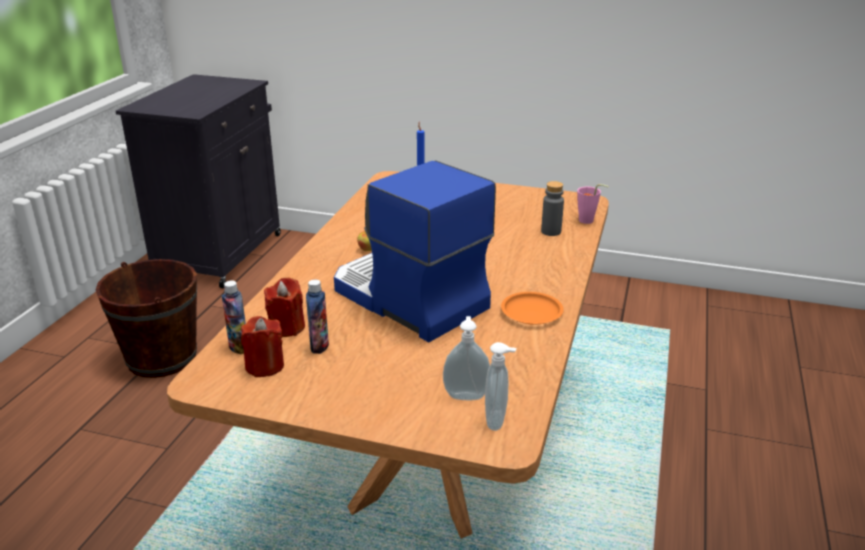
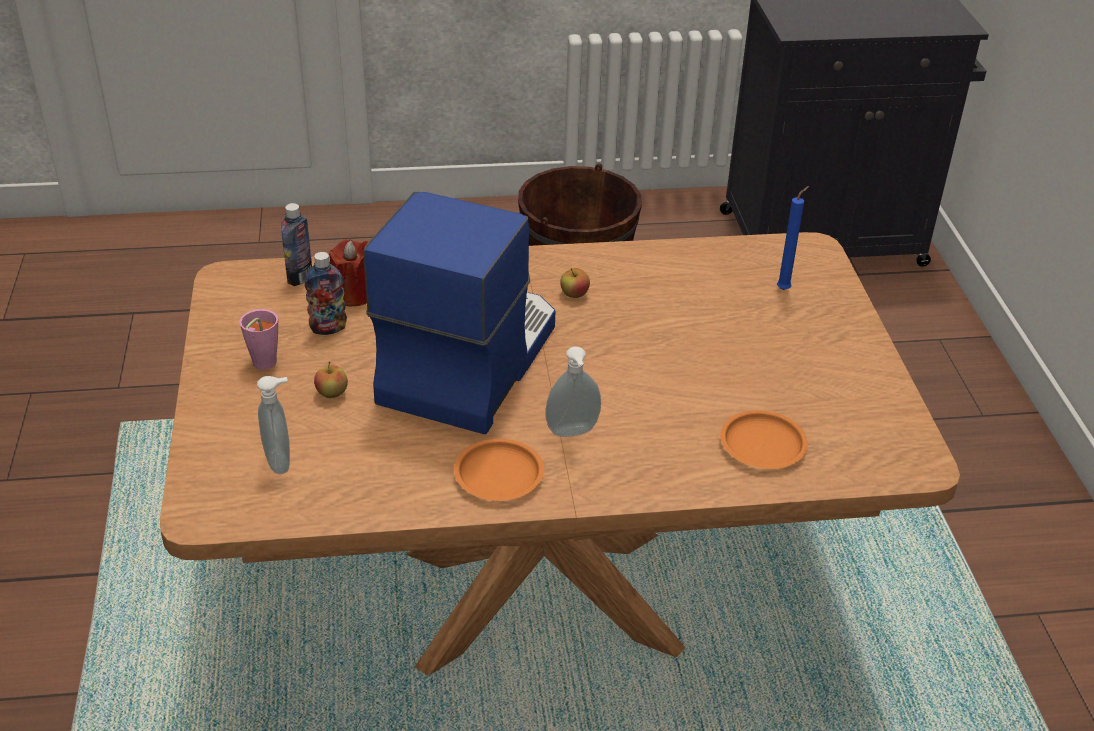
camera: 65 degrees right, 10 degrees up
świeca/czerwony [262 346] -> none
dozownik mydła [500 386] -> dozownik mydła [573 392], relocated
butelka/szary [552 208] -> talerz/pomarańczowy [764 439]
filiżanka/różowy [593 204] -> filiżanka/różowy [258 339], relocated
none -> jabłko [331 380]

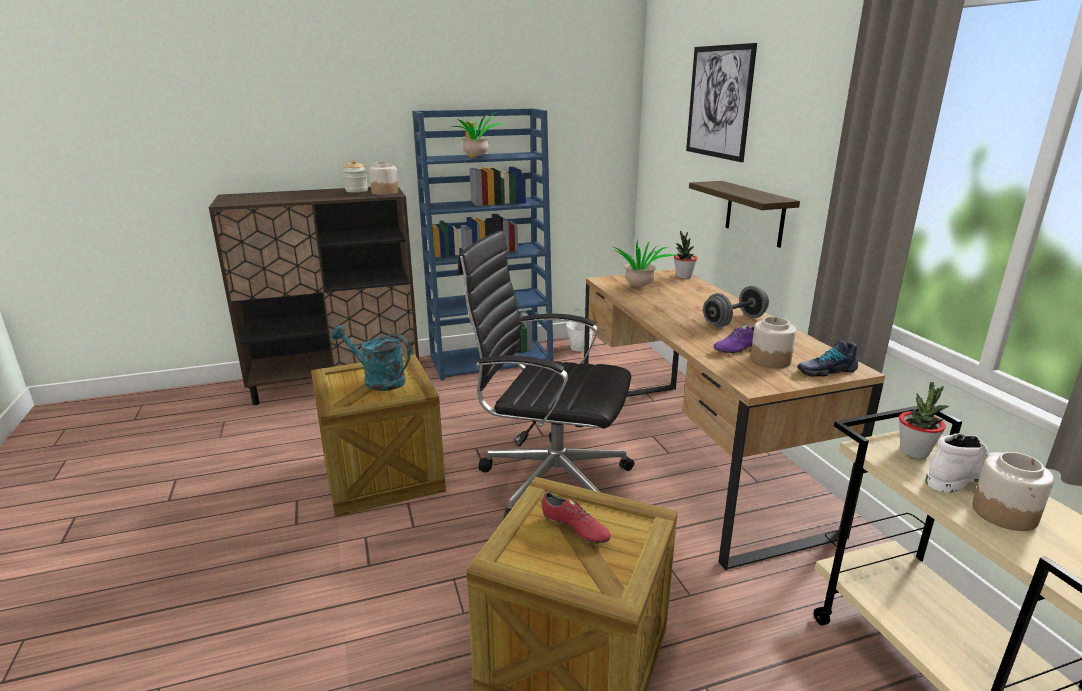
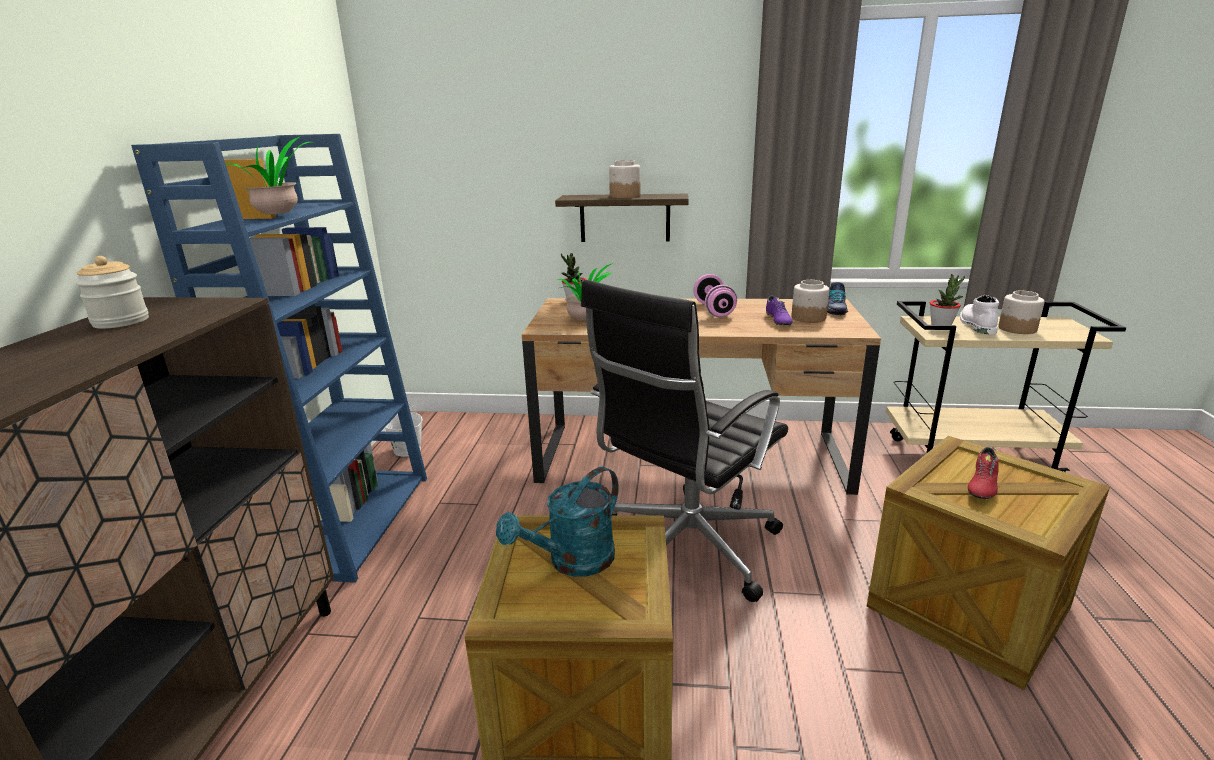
camera: 65 degrees left, 0 degrees up
słoik [384 178] -> słoik [625 179], relocated
but/czerwony [576 518] -> but/czerwony [983 473], 150 degrees clockwise
obraz [721 102] -> none
hantel/szary [736 306] -> hantel/różowy [715 295]

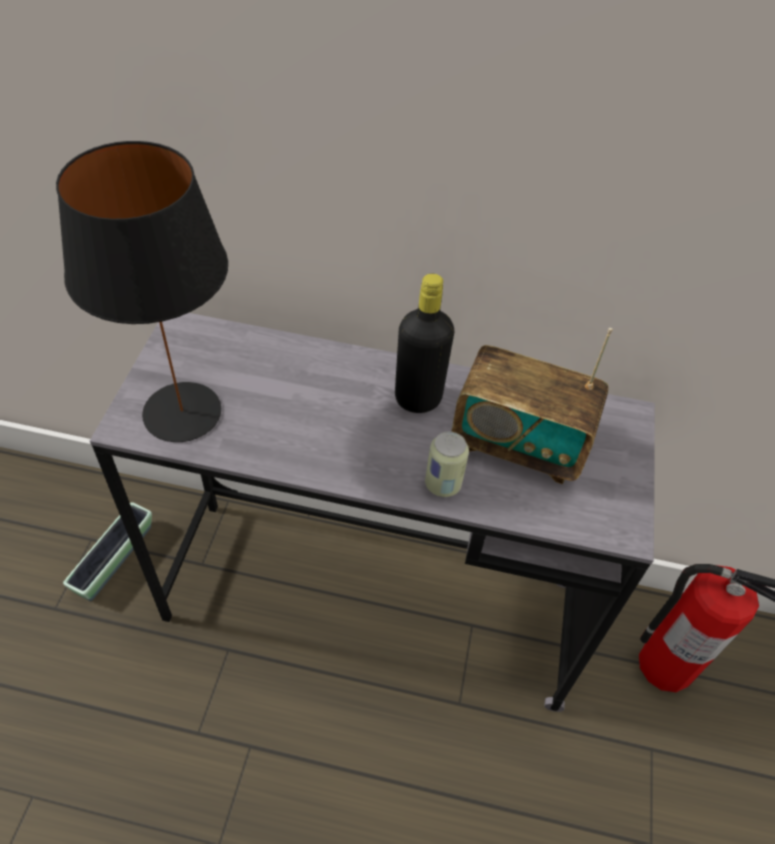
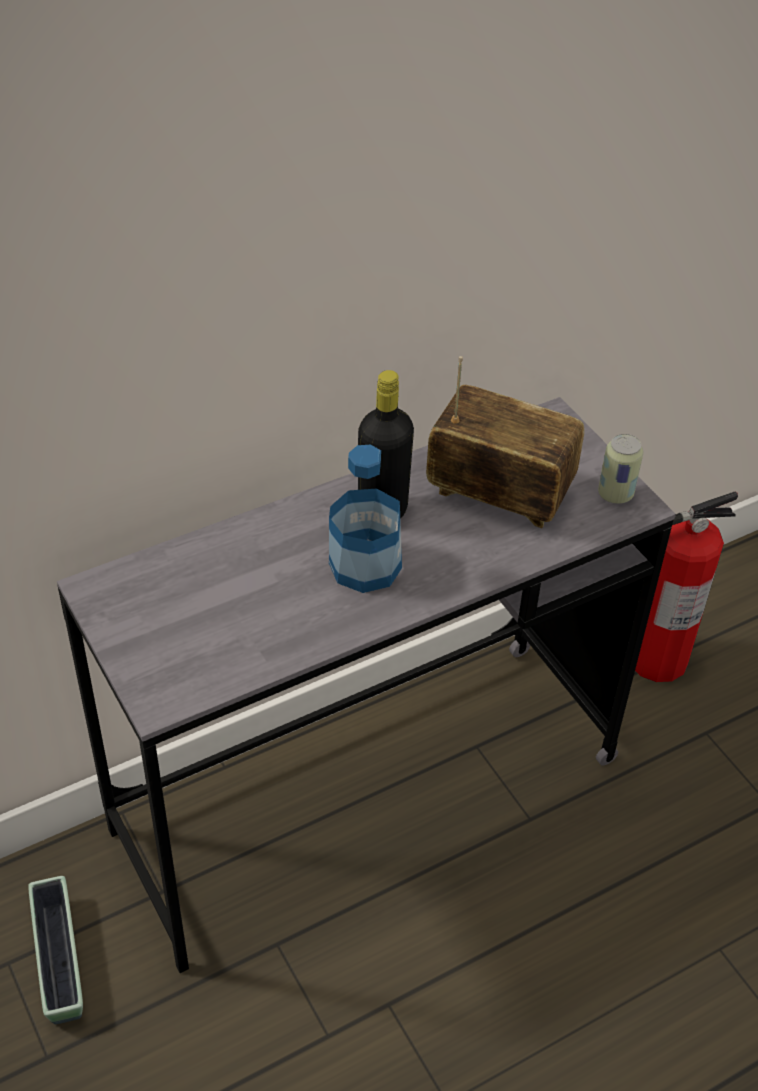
camera: 40 degrees left, 5 degrees down
lampa stołowa/czarny [142 291] -> none
puszka [447 464] -> puszka [620 469], relocated
radio [532 406] -> radio [505 442], 135 degrees counterclockwise
none -> butelka [365 519]

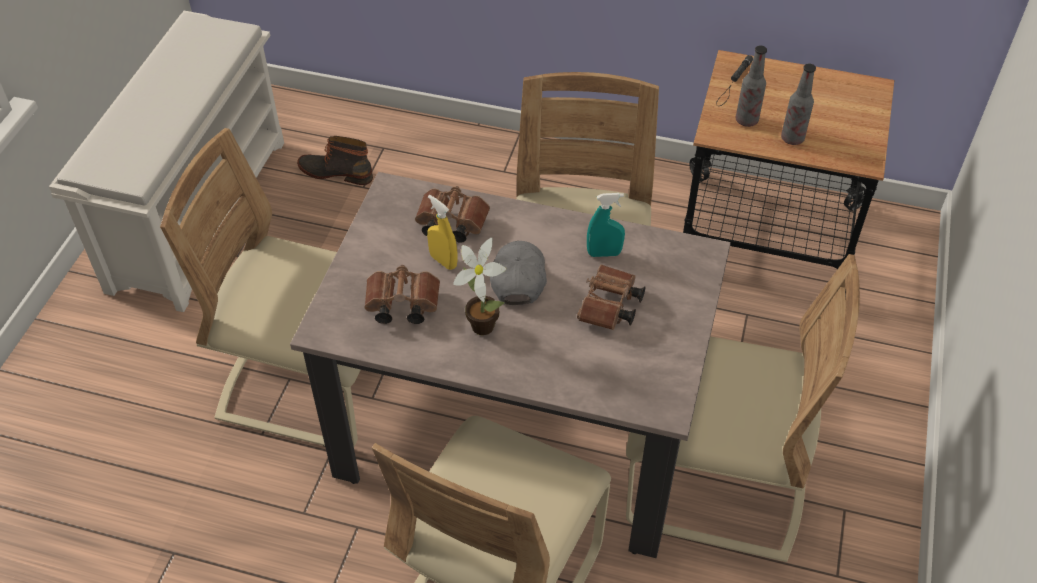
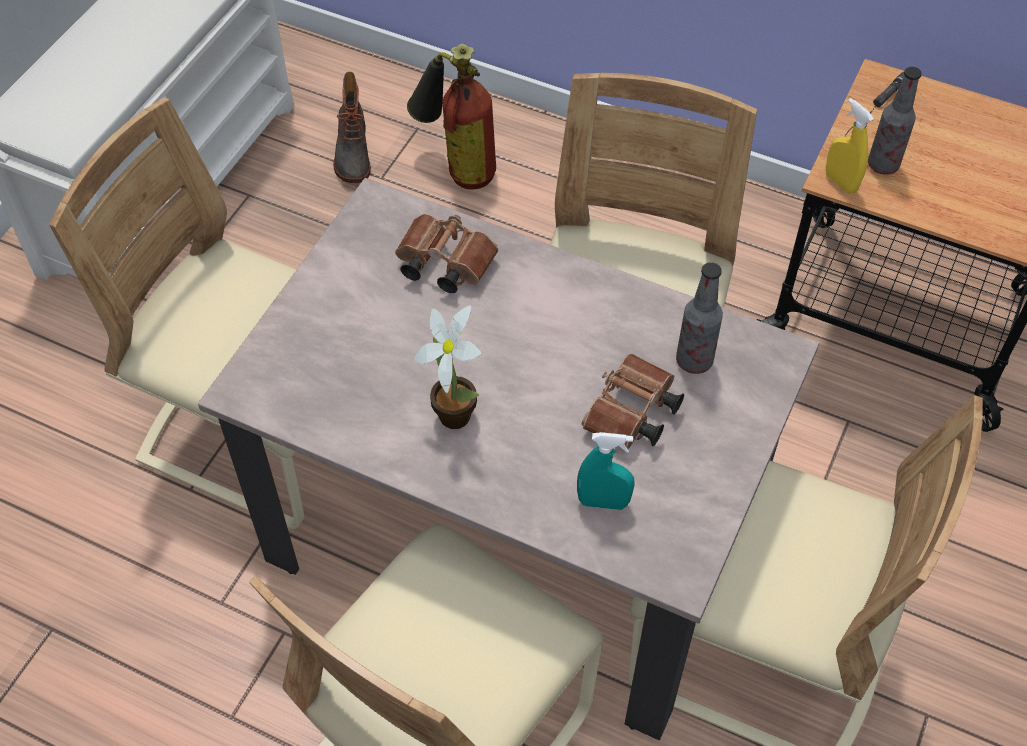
camera: 10 degrees right, 5 degrees up
but z cholewką [335 160] -> but z cholewką [352 127], 120 degrees counterclockwise
lornetka/brązowy [402 294] -> none
spryskiwacz/żółty [442 232] -> spryskiwacz/żółty [850 146], relocated
czapka z daszkiem/szary [518 273] -> none
spryskiwacz/turkusowy [606 225] -> spryskiwacz/turkusowy [606 471], relocated
butelka [798 104] -> butelka [699 318], relocated
none -> gaśnica [451 116]

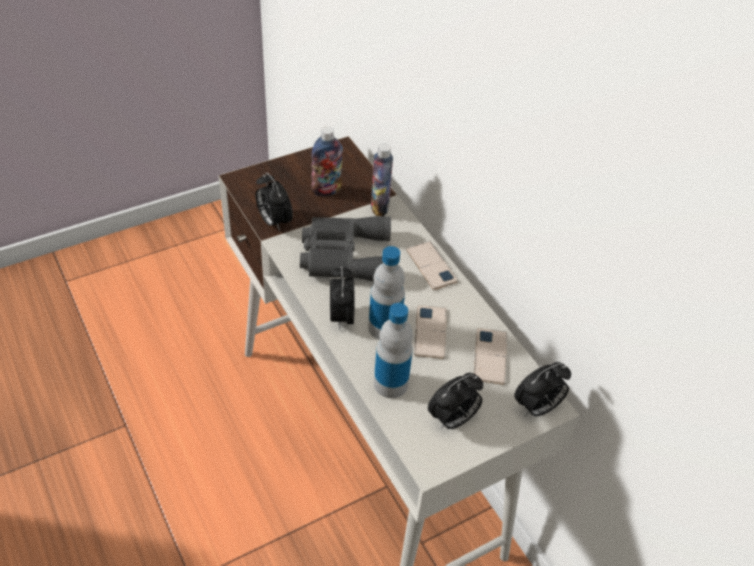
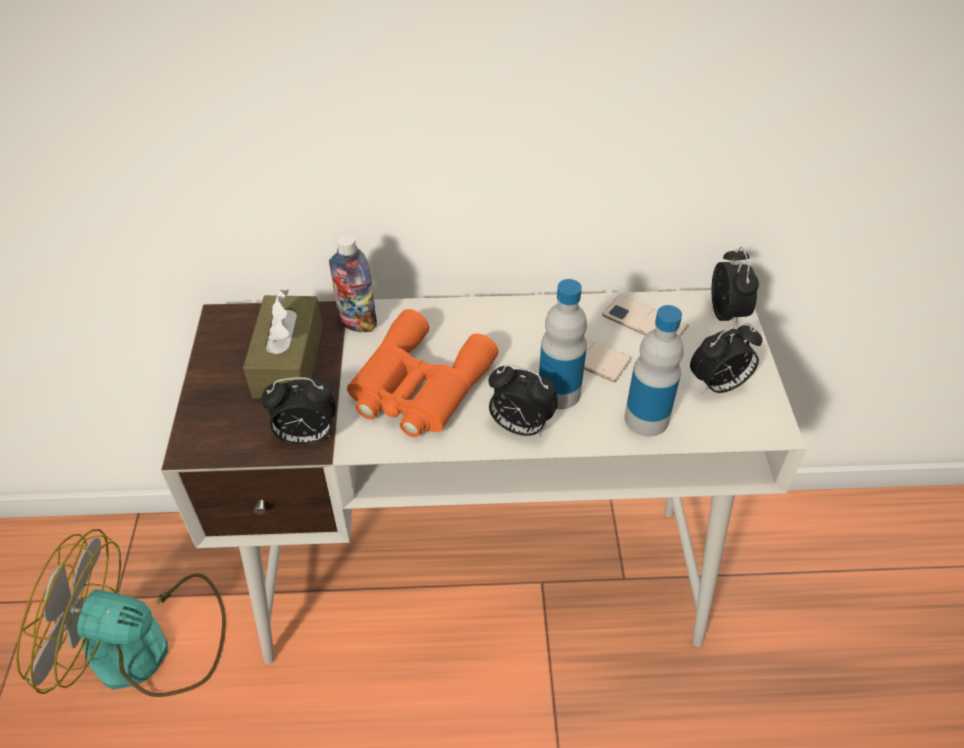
camera: 60 degrees left, 0 degrees up
lornetka/szary [345 248] -> lornetka/pomarańczowy [423 373]
butelka [327 161] -> pudełko chusteczek/brązowy [283 344]
telefon [432 265] -> none
budzik [455 401] -> budzik [726 358], 75 degrees clockwise
none -> wentylator [121 613]

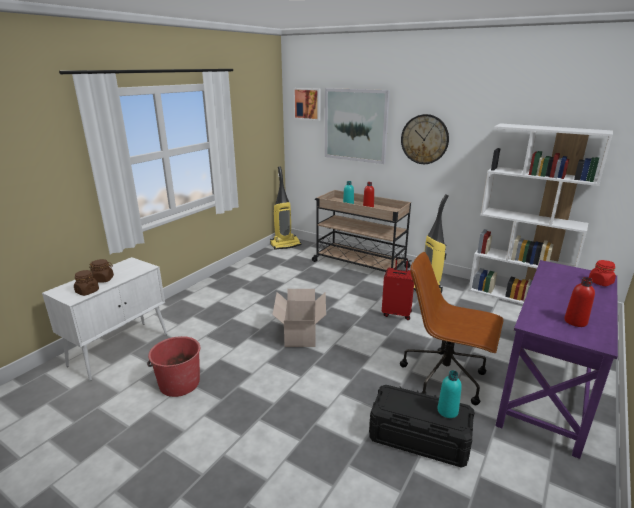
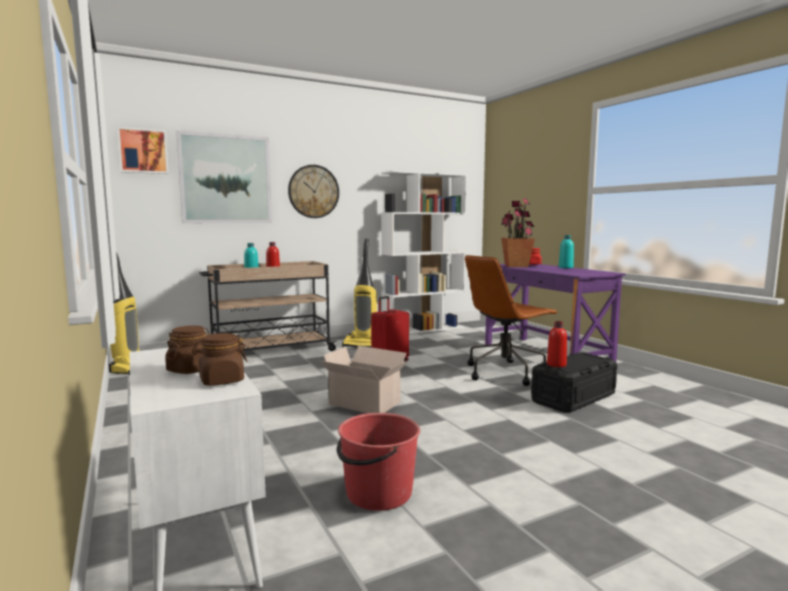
camera: 60 degrees left, 15 degrees down
butelka/turkusowy [449 394] -> butelka/turkusowy [566 251], relocated
butelka/czerwony [579 302] -> butelka/czerwony [557 344], relocated
none -> roślina doniczkowa [518 232]

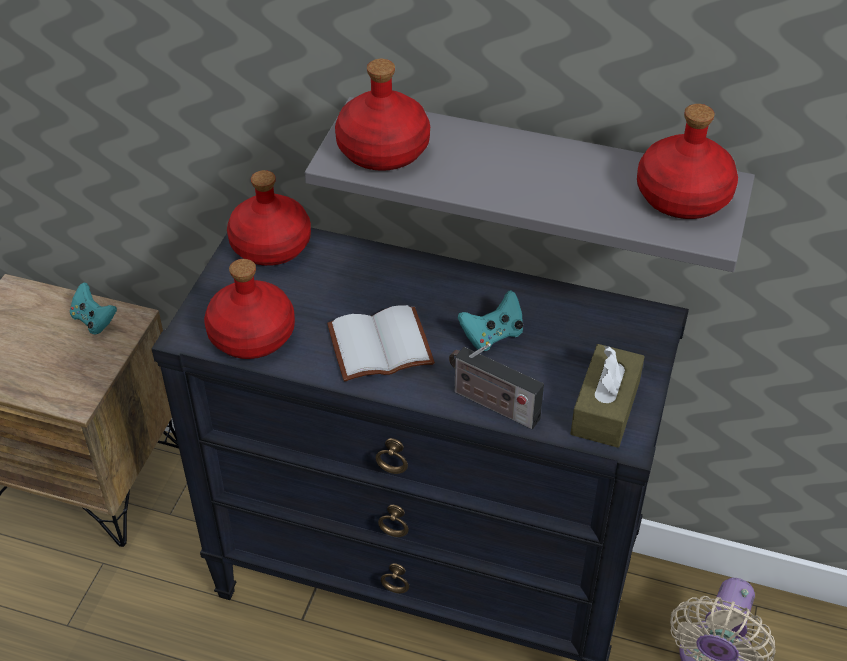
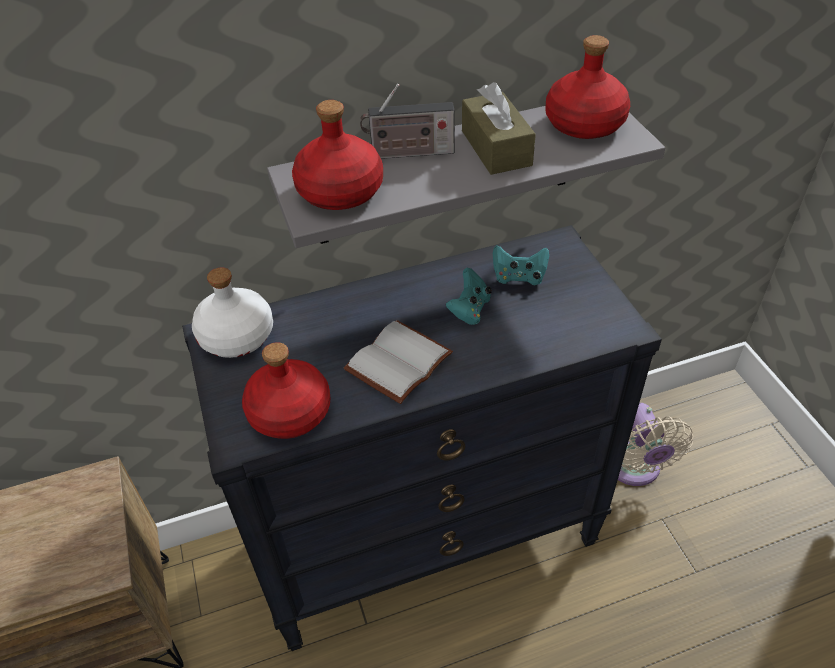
camera: 35 degrees left, 0 degrees up
pad do gier/turkusowy [93 308] -> pad do gier/turkusowy [521 265], relocated
butelka/czerwony [269 218] -> butelka/biały [232 313]
radio [496 386] -> radio [407 121], relocated
pudełko chusteczek/brązowy [608 396] -> pudełko chusteczek/brązowy [499 128], relocated

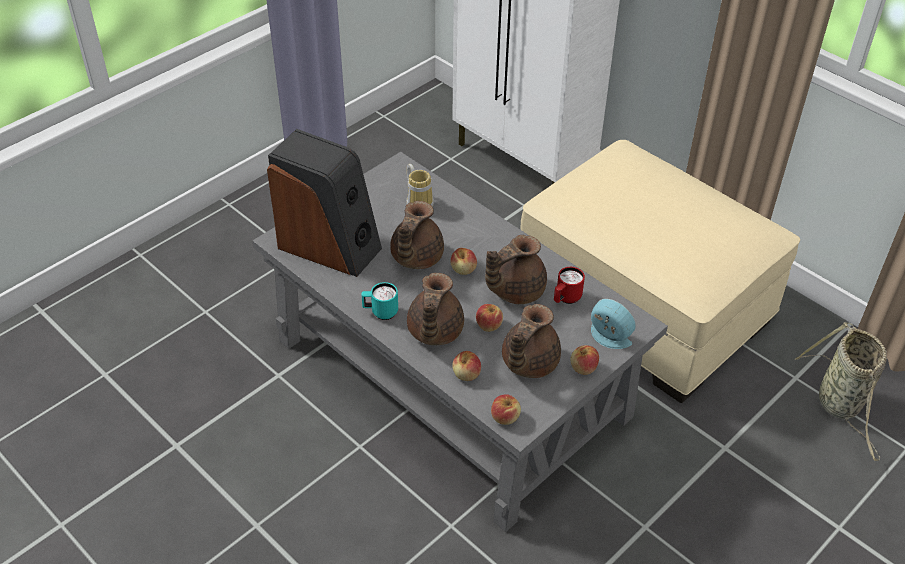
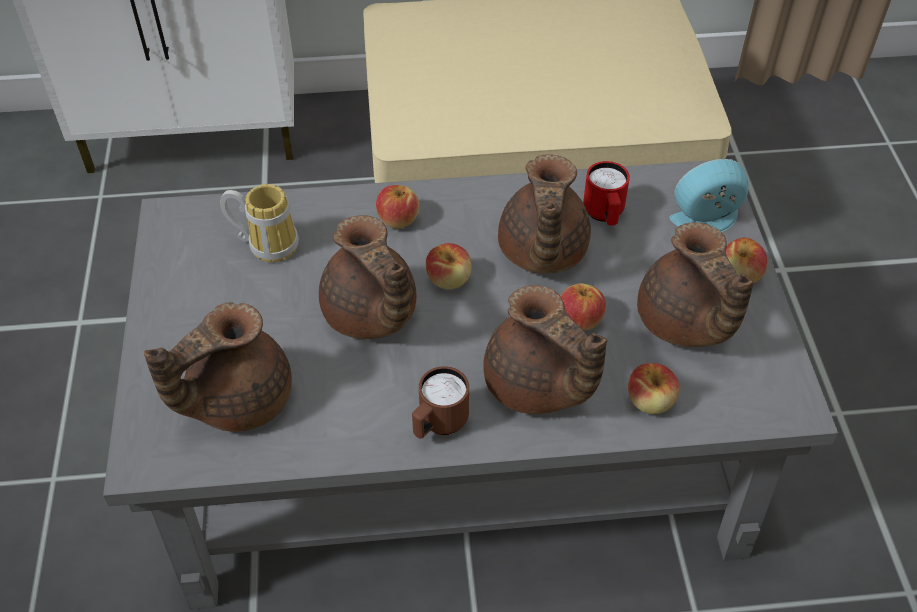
camera: 50 degrees left, 5 degrees up
głośnik [324 203] -> imbryk/brązowy [218 367]
kubek/turkusowy [379 301] -> kubek/brązowy [440 402]
jabłko [506 409] -> jabłko [397 207], relocated
koszyk [841 391] -> none

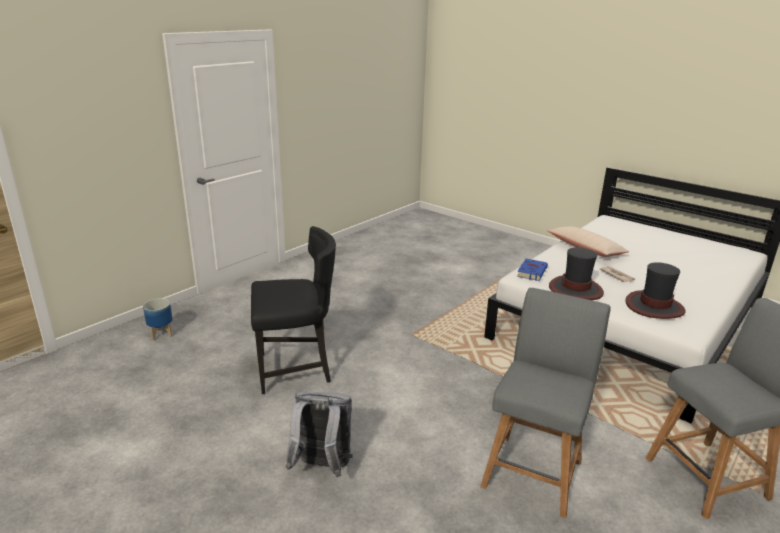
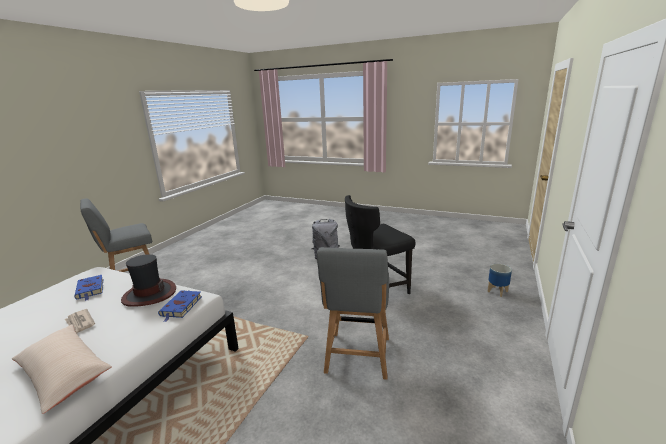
camera: 165 degrees right, 5 degrees down
krzesło/szary [545 403] -> krzesło/szary [353 313], relocated
kapelusz [655 290] -> książka/niebieski [88 288]

